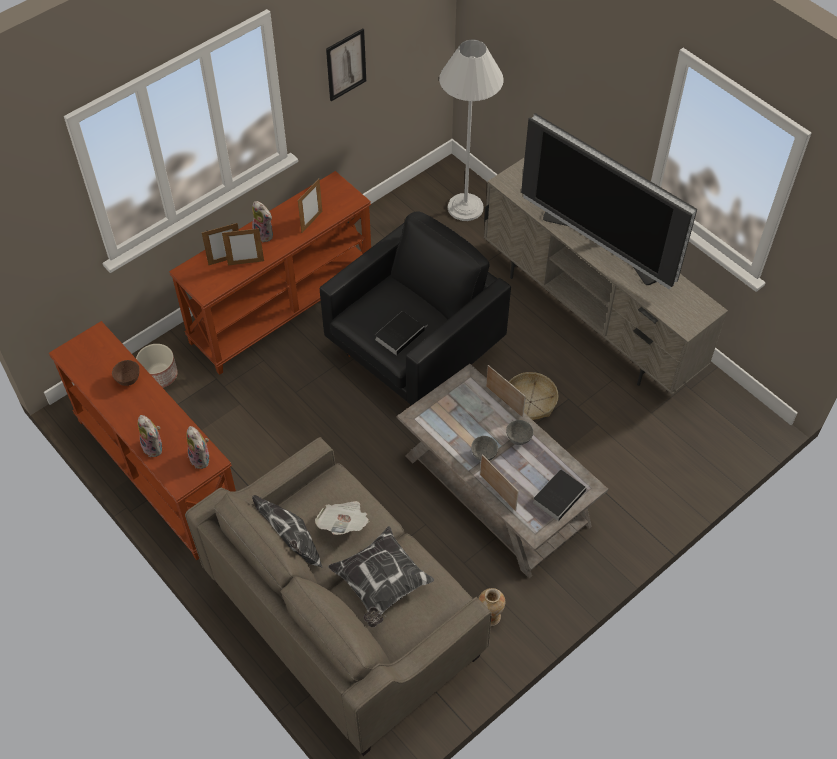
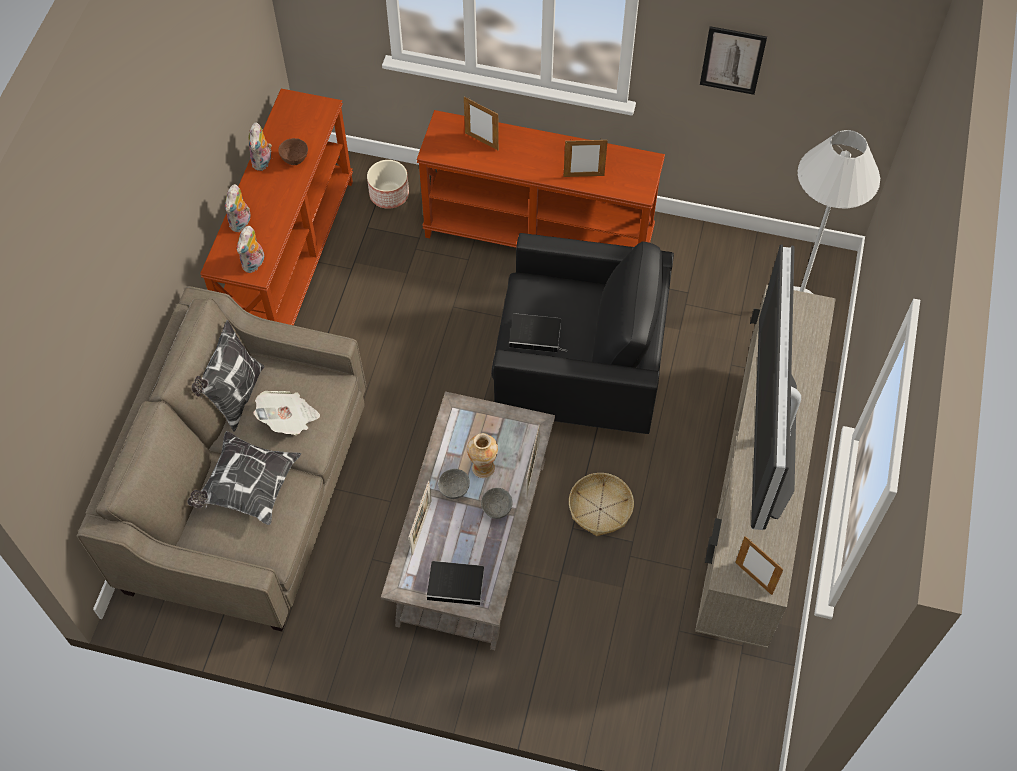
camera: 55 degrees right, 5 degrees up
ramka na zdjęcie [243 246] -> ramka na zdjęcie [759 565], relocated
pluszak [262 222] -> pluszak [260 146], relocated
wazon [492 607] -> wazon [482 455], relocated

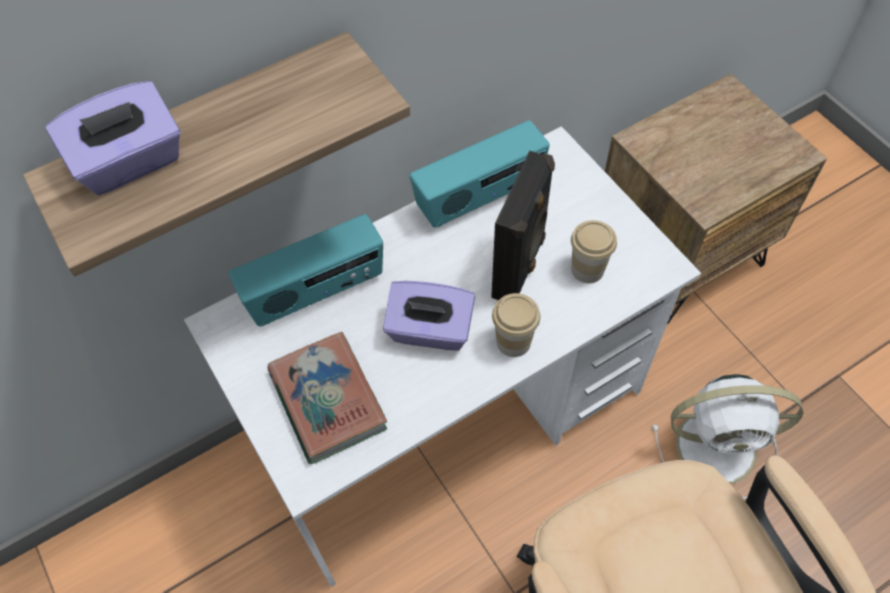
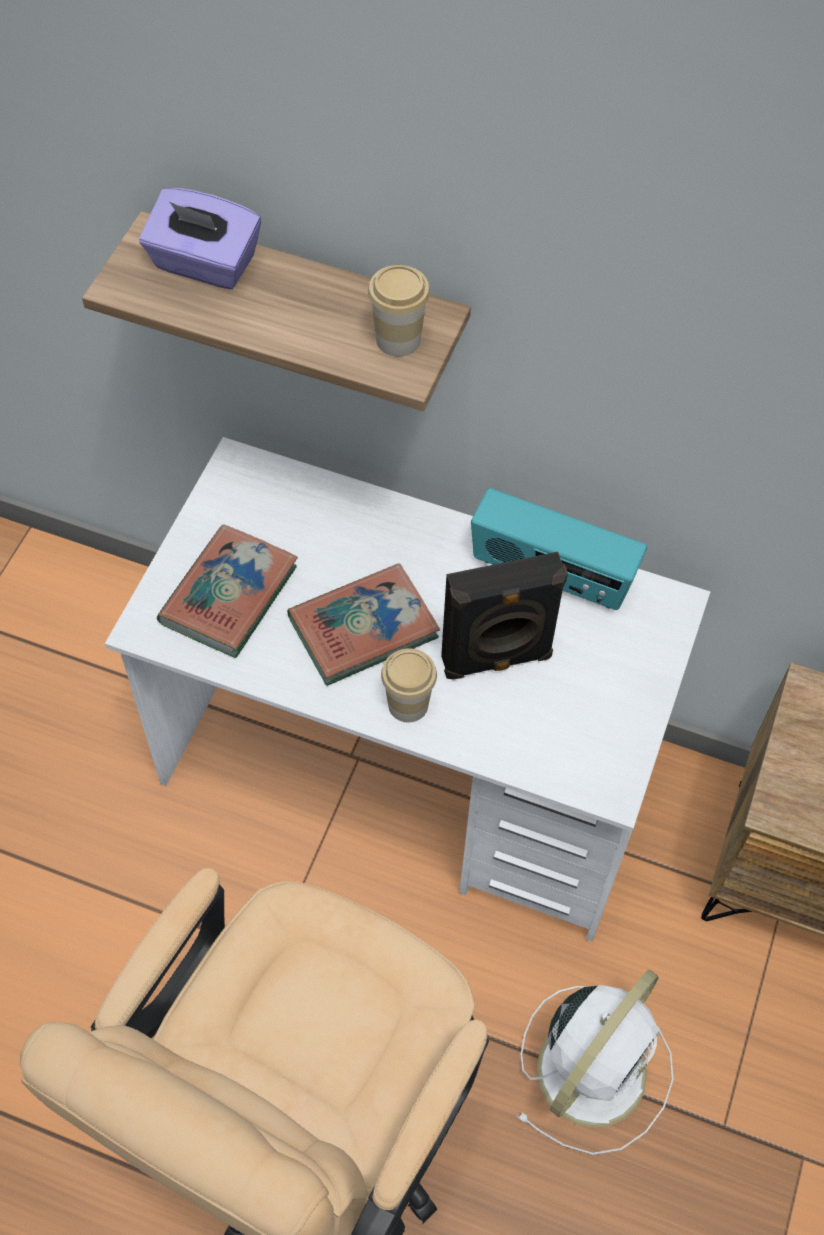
camera: 50 degrees right, 0 degrees up
radio [305 270] -> none
pudełko chusteczek/fioletowy [429 316] -> książka [363 624]
filiżanka [594 251] -> filiżanka [399 311], relocated
wentylator/biały [727 436] -> wentylator/biały [595 1062], 105 degrees counterclockwise

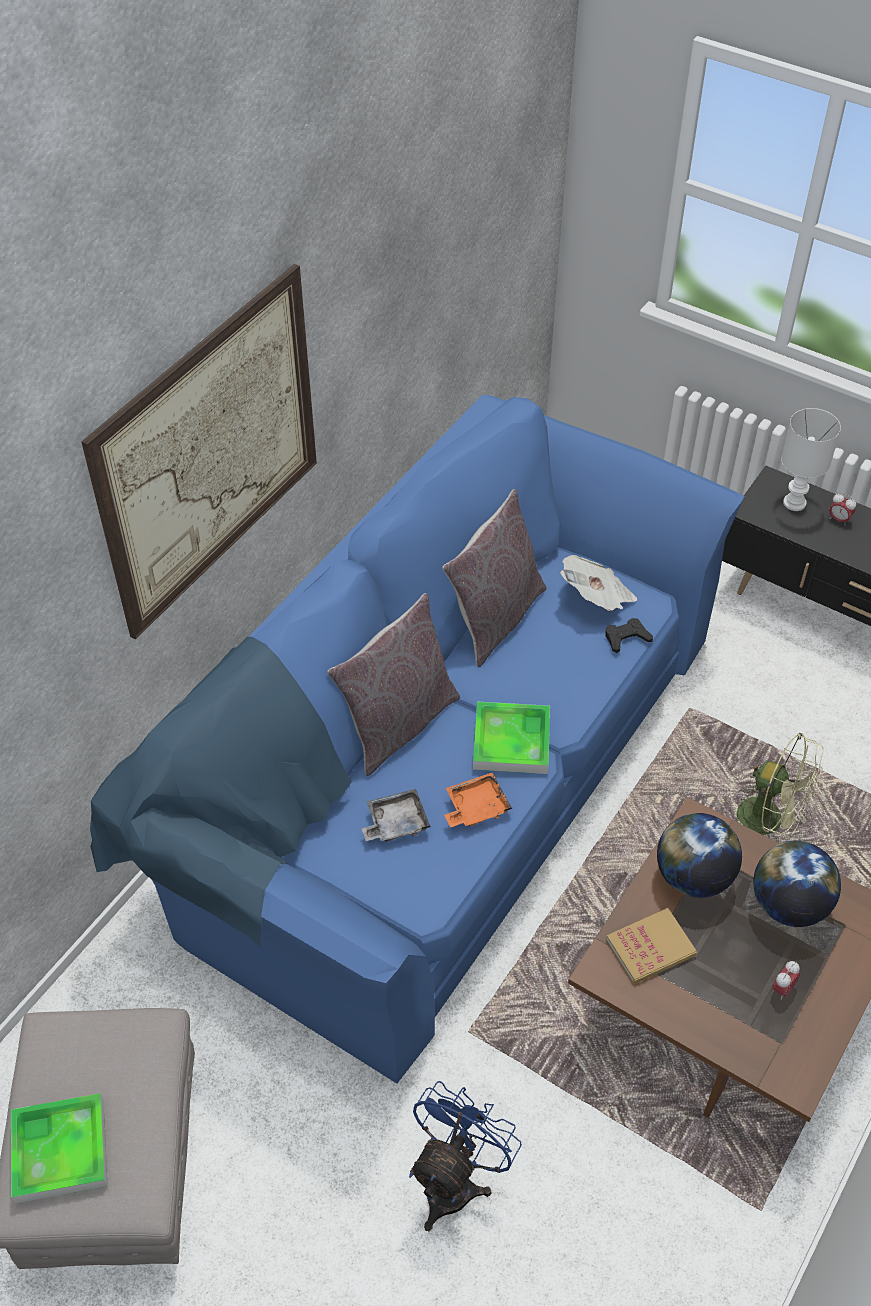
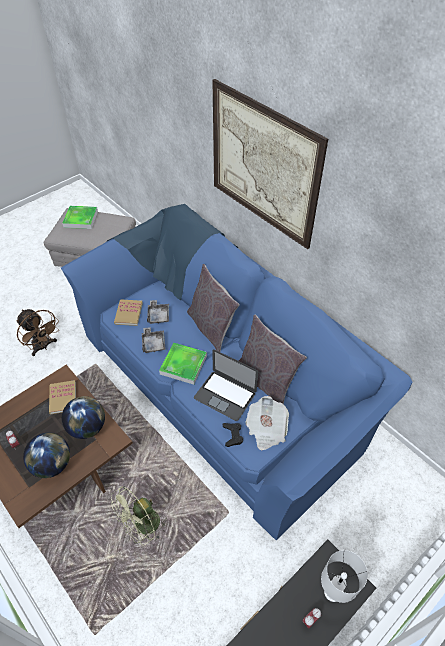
camera: 105 degrees right, 0 degrees up
wentylator/niebieski [465 1156] -> wentylator/brązowy [37 332]
taca/pomarańczowy [478 799] -> taca/szary [154 340]
none -> książka [128 312]
none -> laptop [226 385]

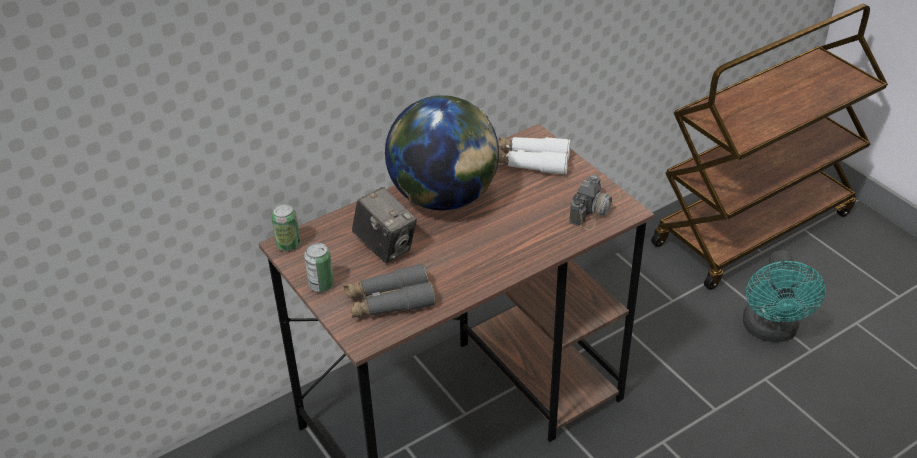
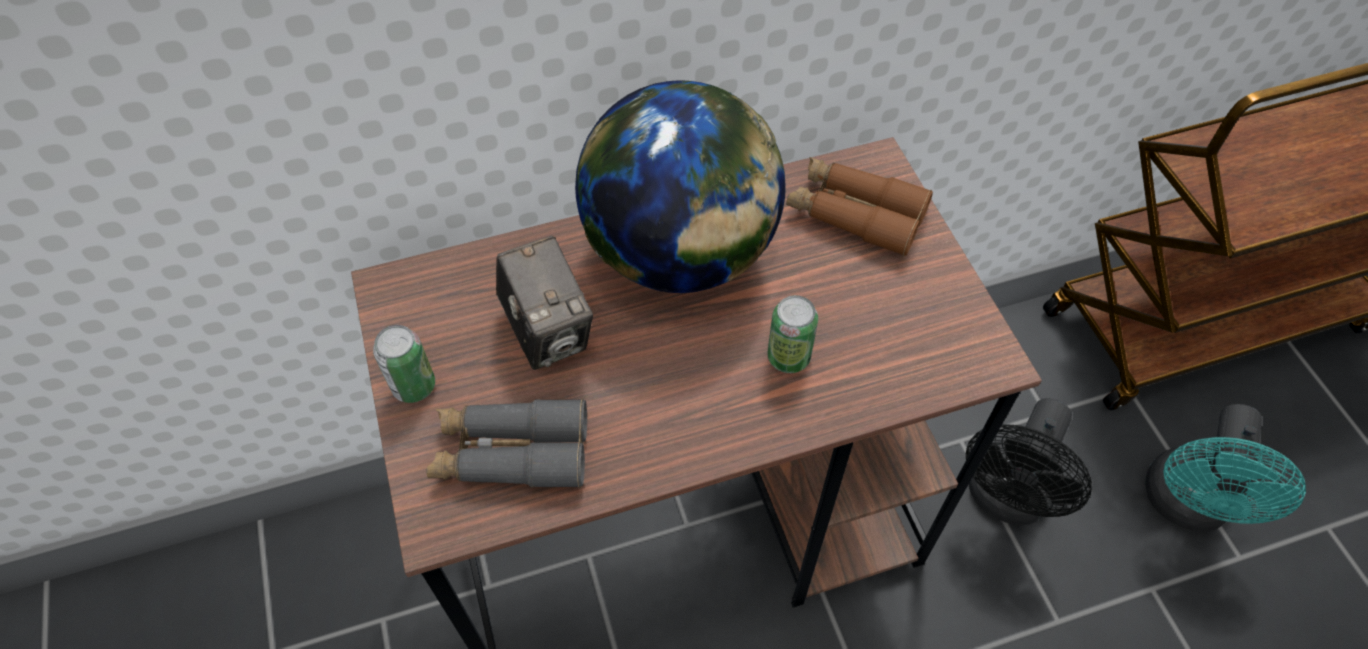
camera: 15 degrees right, 15 degrees up
puszka [286 227] -> puszka [792 334], relocated
lornetka/biały [534 156] -> lornetka/brązowy [859 206]
aparat fotograficzny [595 202] -> none
none -> wentylator/czarny [1029 461]

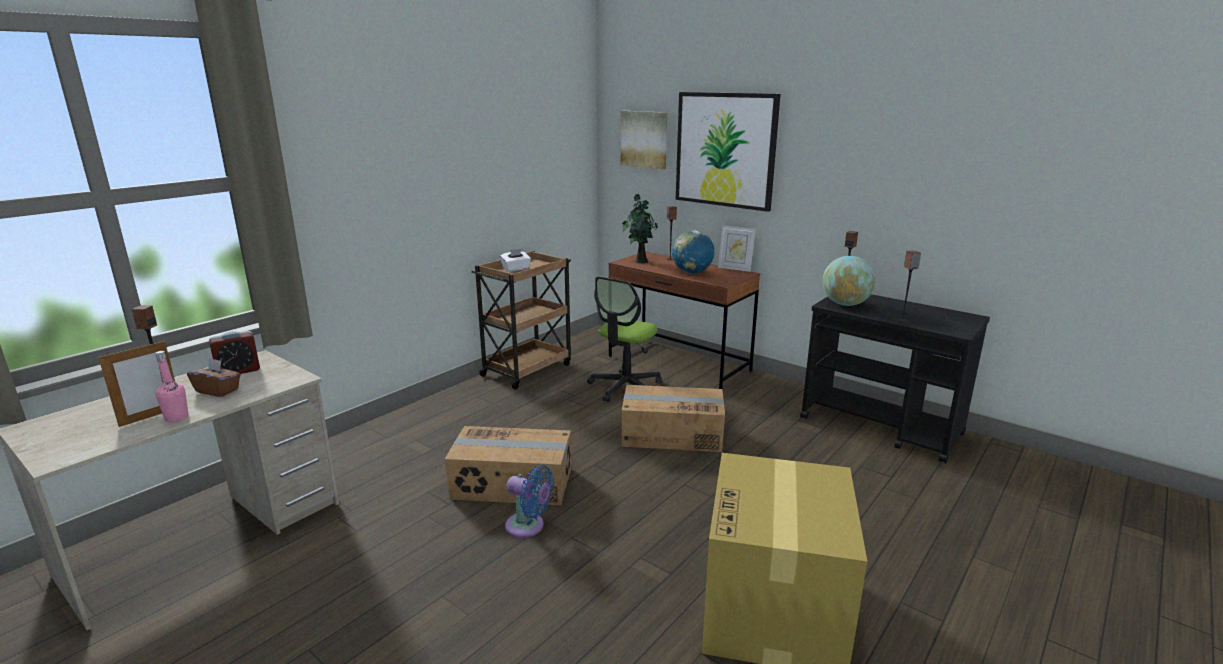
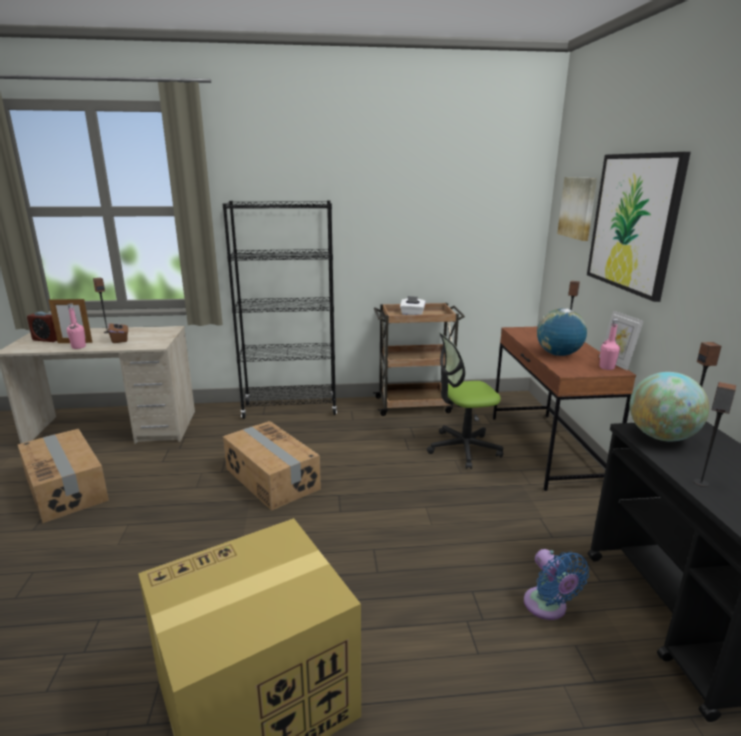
camera: 45 degrees right, 0 degrees up
budzik [234 352] -> budzik [42 326], relocated
wentylator/niebieski [530 501] -> wentylator/niebieski [556 584], relocated
roślina doniczkowa [640 228] -> none
karton [673 418] -> karton [63 476], relocated
none -> regał/czarny [280 309]
none -> butelka/różowy [609 344]

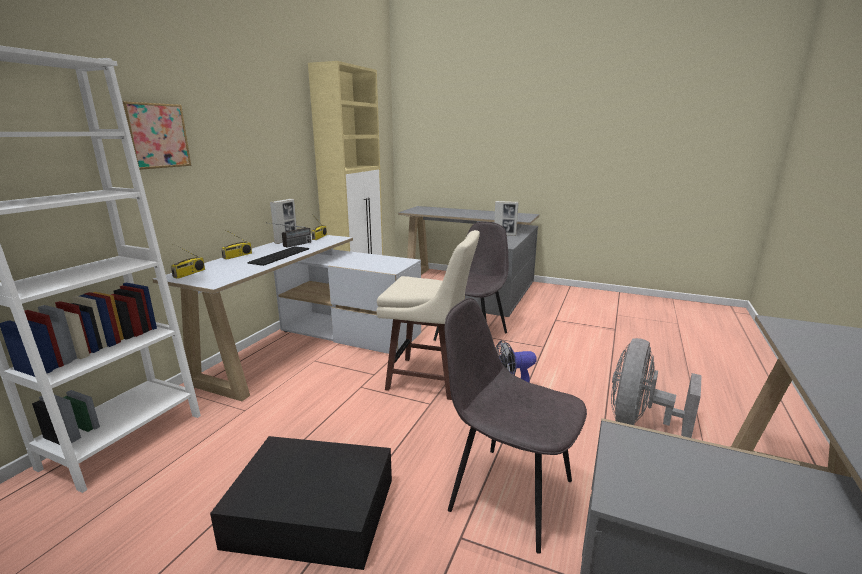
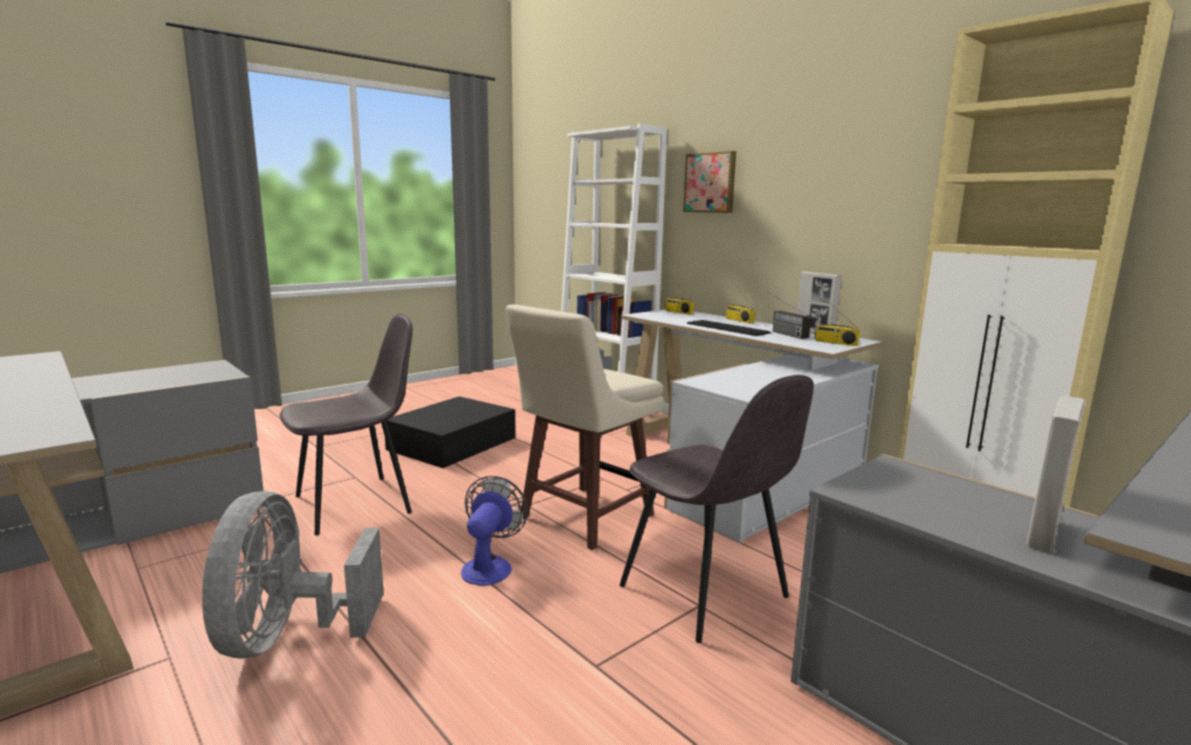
camera: 115 degrees right, 5 degrees down
wentylator/szary [656 388] -> wentylator/szary [293 575], 150 degrees counterclockwise

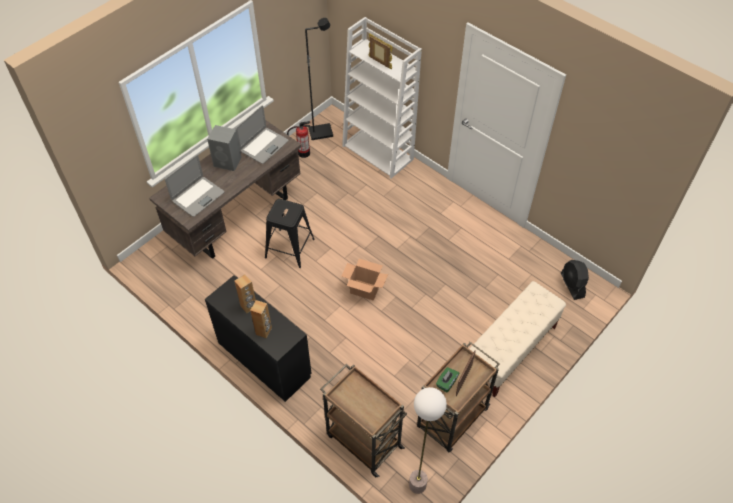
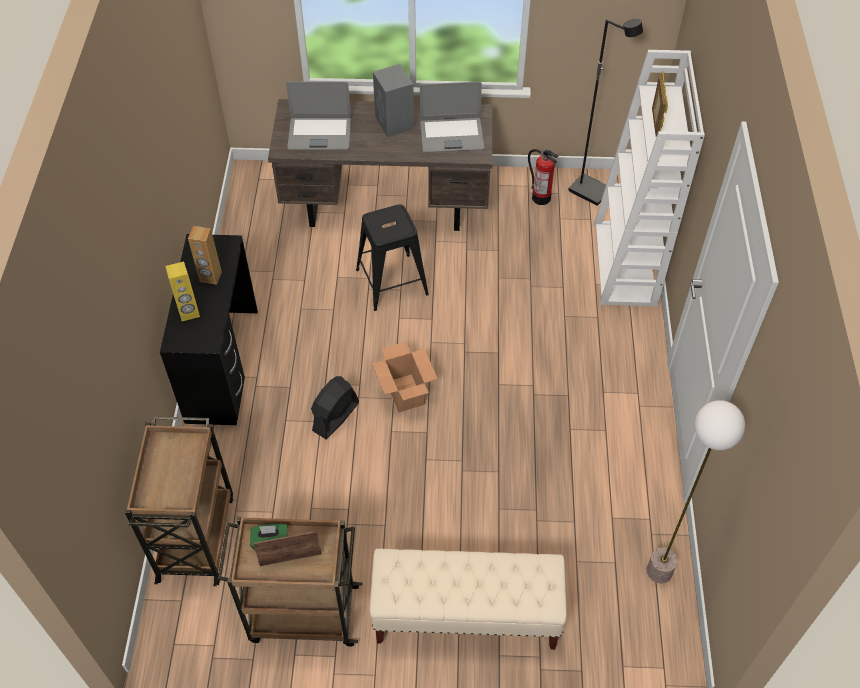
camera: 50 degrees right, 0 degrees up
głośnik/brązowy [261 319] -> głośnik/żółty [182 291]
lampa stojąca [428 440] -> lampa stojąca [696 491], relocated
wentylator/czarny [575 280] -> wentylator/czarny [335 407], relocated

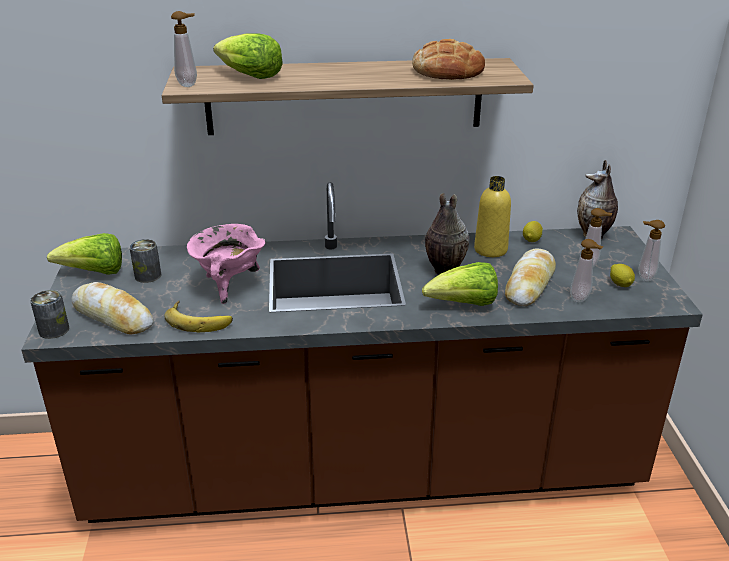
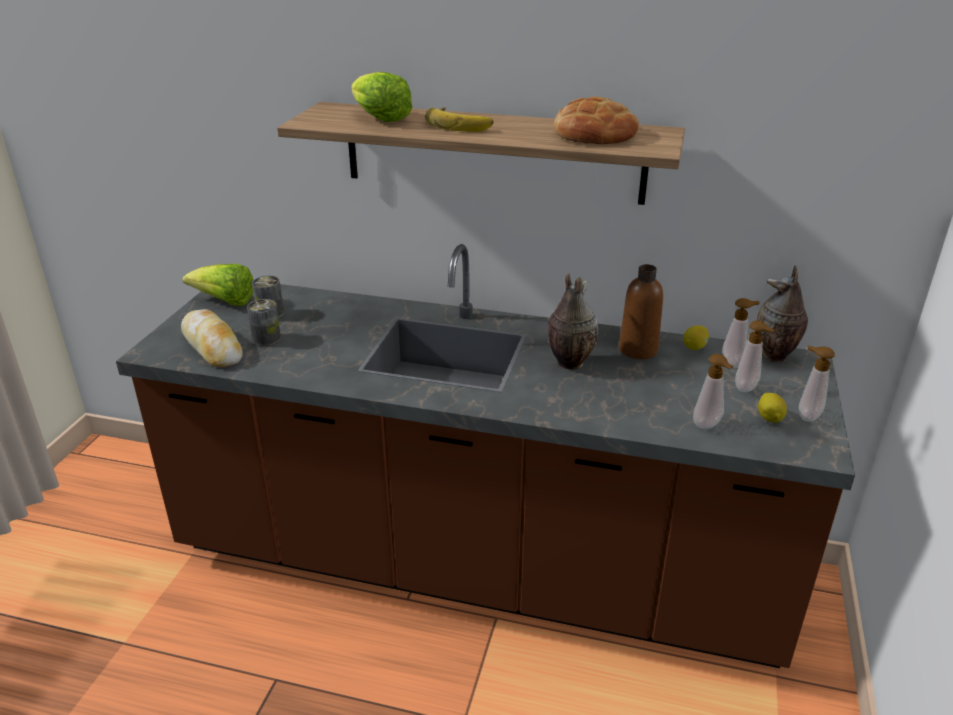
camera: 20 degrees right, 0 degrees up
puszka [49 314] -> puszka [264 322], relocated
banan [198 317] -> banan [459 119], relocated
dozownik mydła [184 49] -> dozownik mydła [741 333], relocated
garnek/różowy [226 264] -> none
sałata [460 284] -> none
butelka/żółty [492 216] -> butelka/brązowy [641 311]
chleb [530 277] -> none

